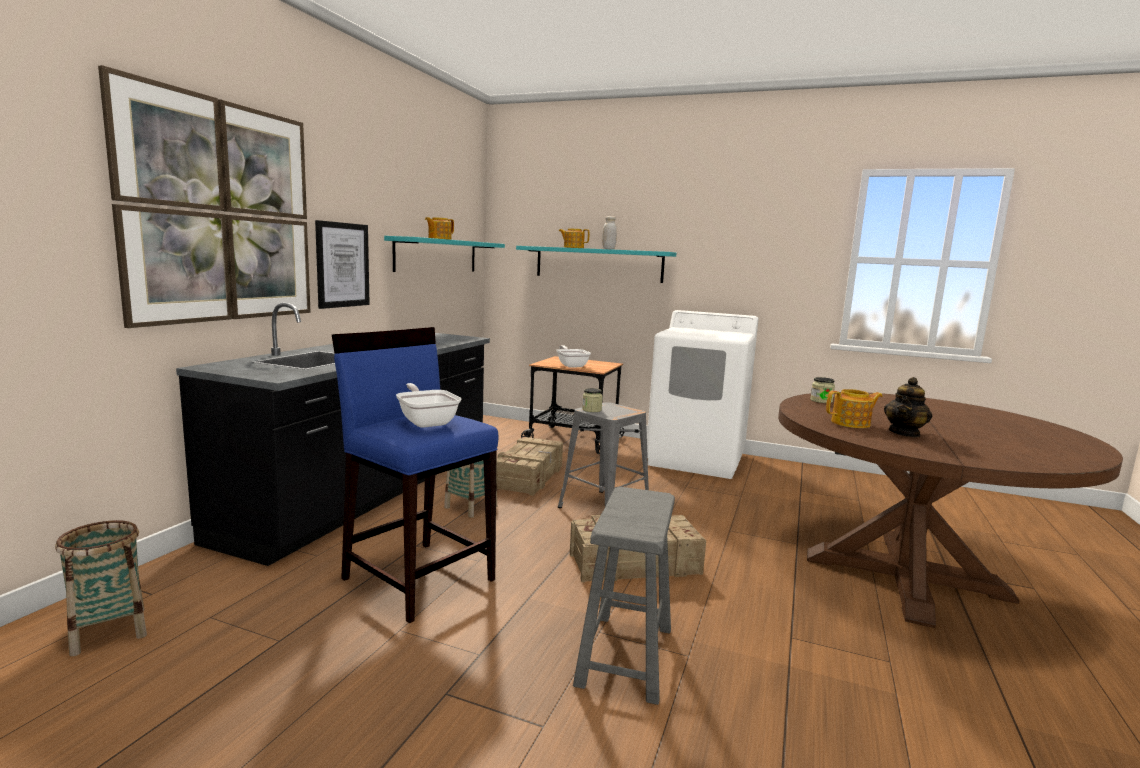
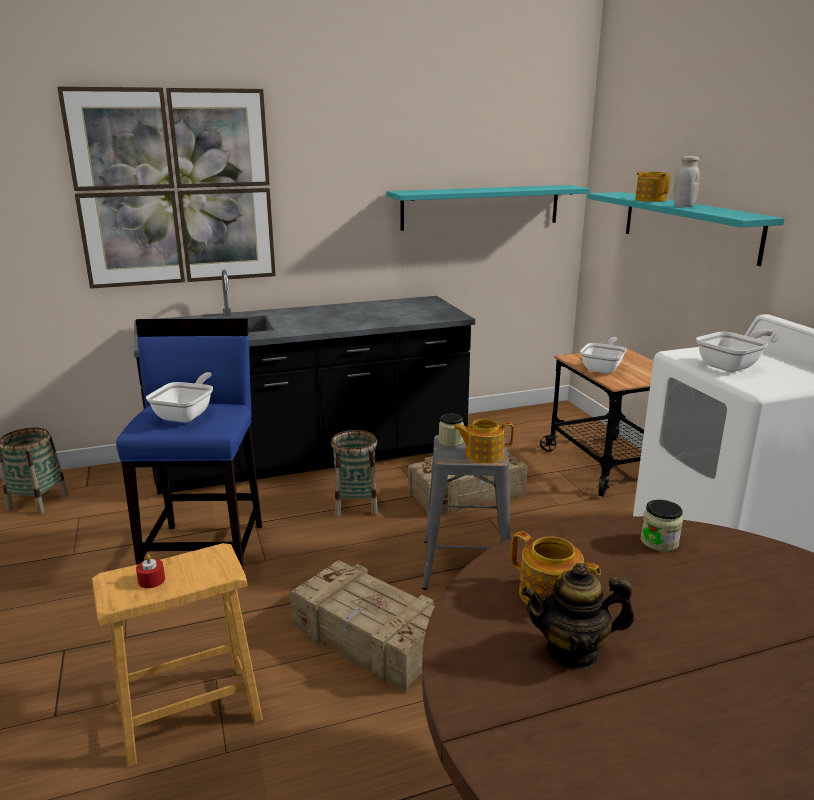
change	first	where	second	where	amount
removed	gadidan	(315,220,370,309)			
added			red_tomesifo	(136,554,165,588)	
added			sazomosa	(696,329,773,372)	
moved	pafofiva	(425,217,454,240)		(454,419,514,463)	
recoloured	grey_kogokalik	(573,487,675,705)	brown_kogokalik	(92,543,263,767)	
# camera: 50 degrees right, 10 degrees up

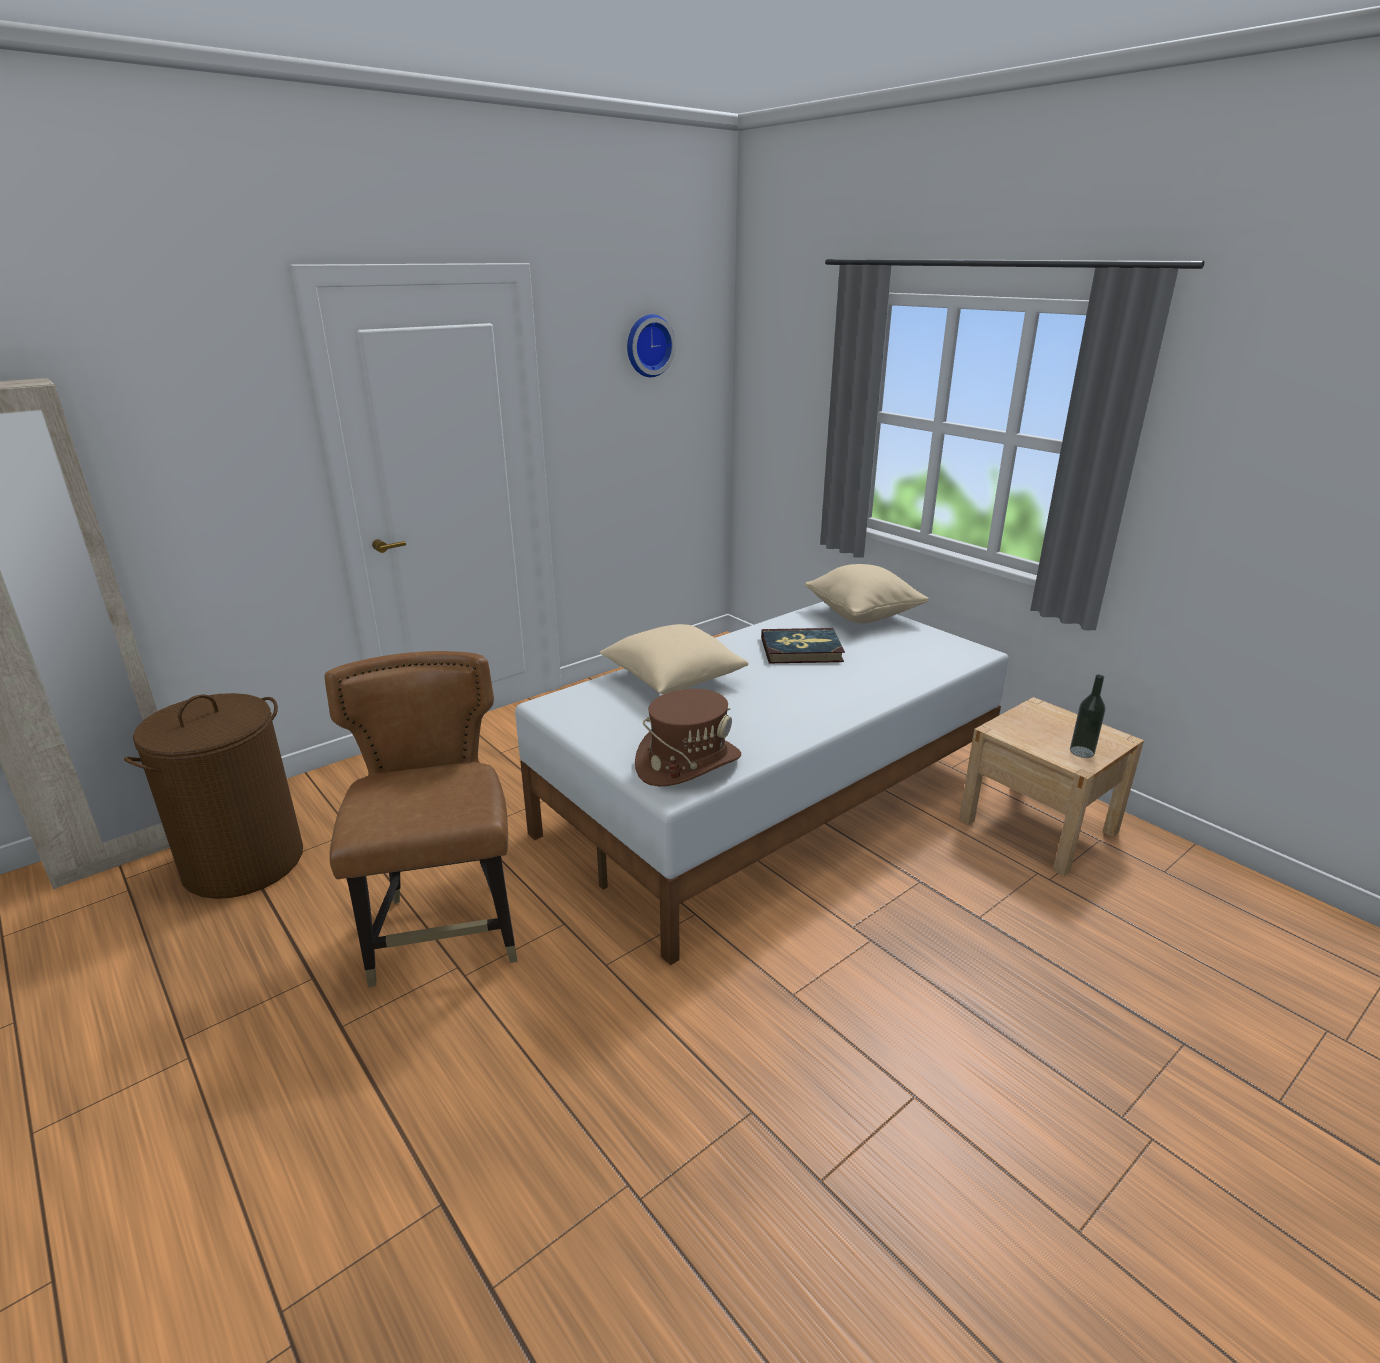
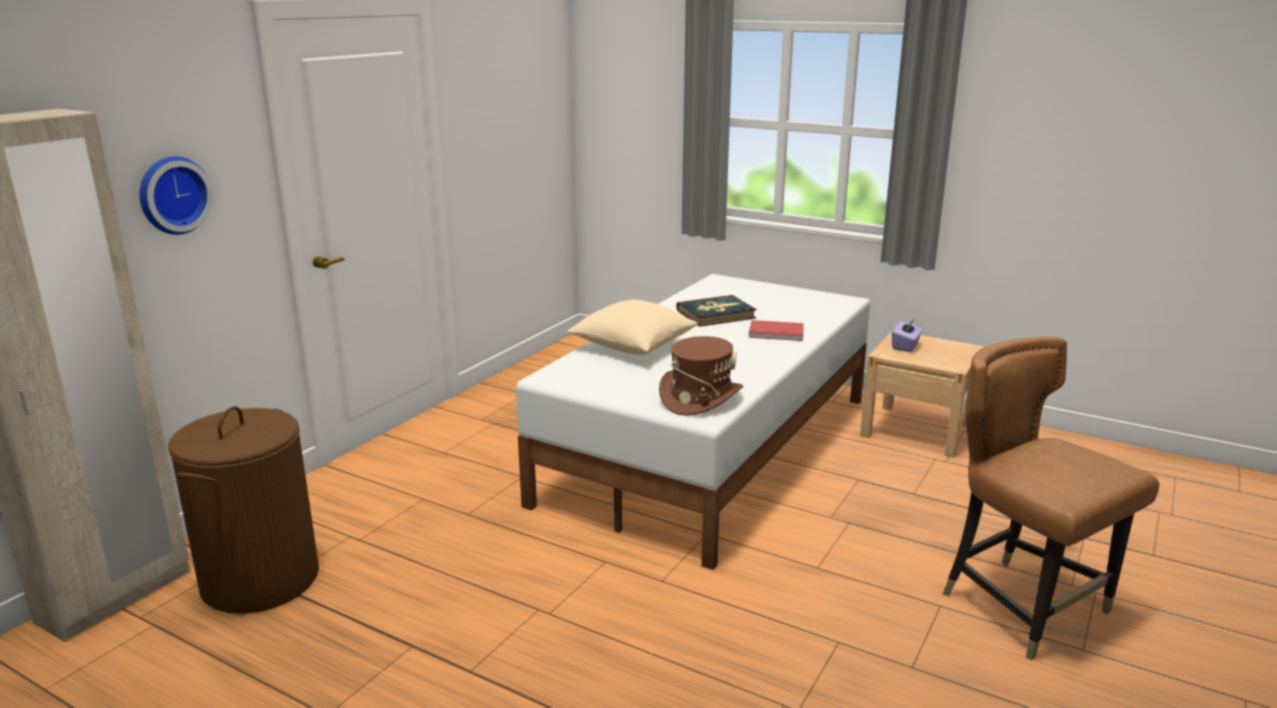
change	first	where	second	where	amount
removed	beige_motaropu	(805,564,929,623)			
removed	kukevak	(1070,675,1105,758)			
added			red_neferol	(749,320,804,341)	
added			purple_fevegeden	(892,319,923,352)	
moved	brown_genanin	(325,651,517,987)		(943,336,1159,660)	
moved	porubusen	(627,314,676,377)		(140,156,213,235)	
# camera: 20 degrees left, 5 degrees down

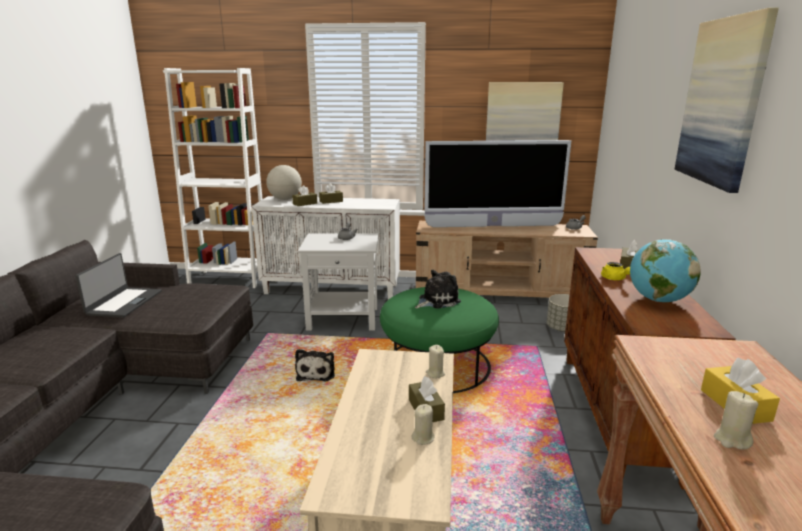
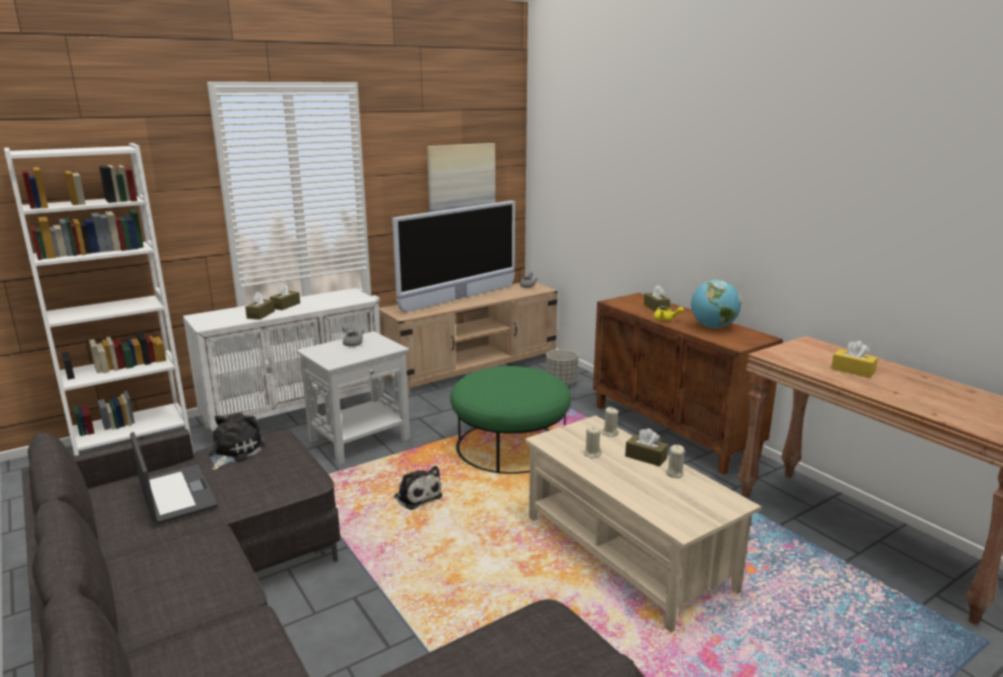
change	first	where	second	where	amount
removed	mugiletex	(266,165,302,200)			
removed	gadidan	(675,8,779,193)			
moved	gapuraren	(415,270,461,309)		(208,413,265,470)	
moved	beige_tomesifo	(714,391,758,450)		(584,427,602,459)	
# camera: 40 degrees left, 0 degrees up

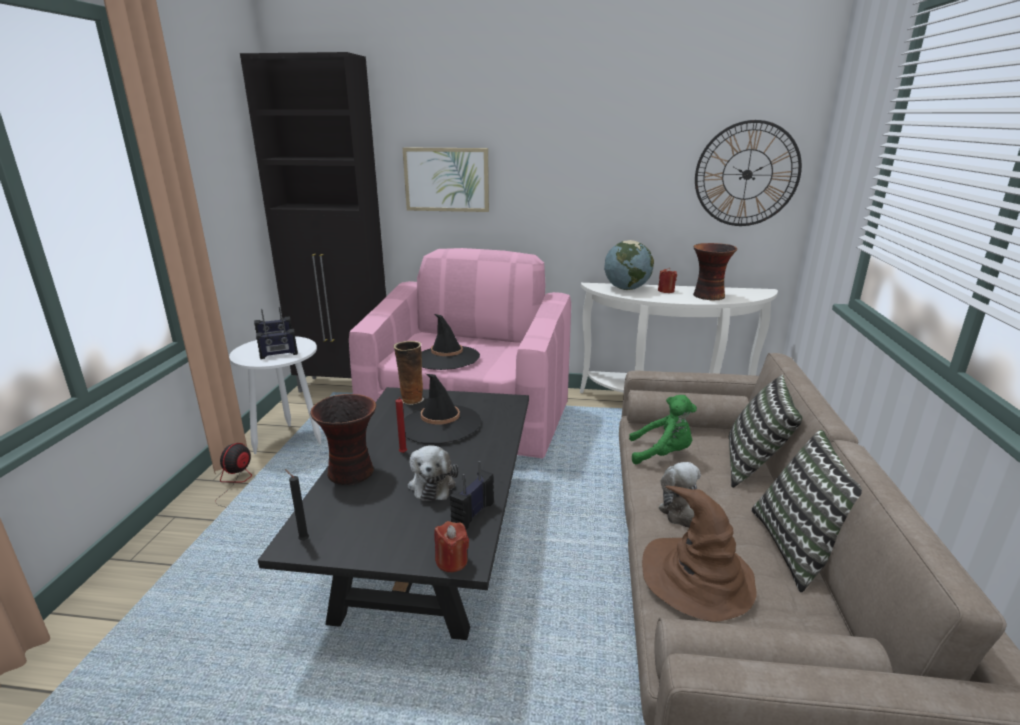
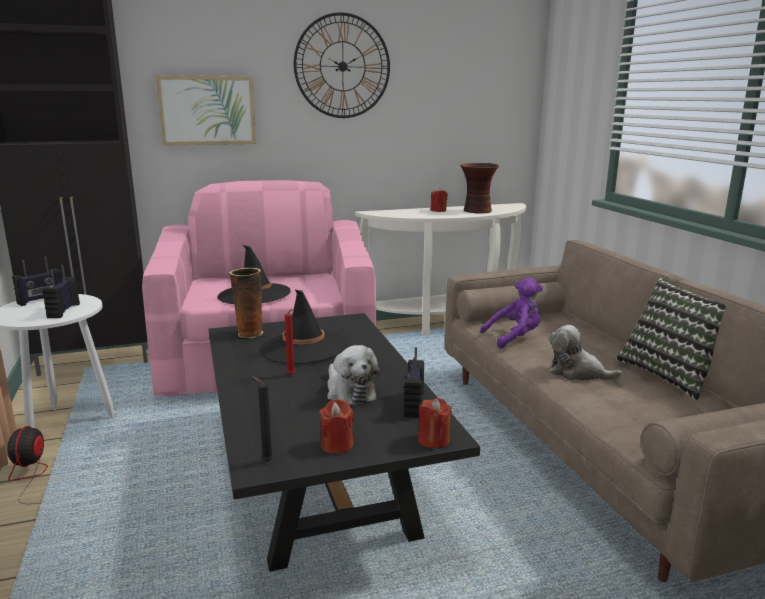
change	first	where	second	where	amount
removed	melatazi	(310,394,376,485)			
removed	mugiletex	(604,240,654,290)			
removed	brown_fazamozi	(642,486,757,622)			
removed	motaropu	(729,375,802,488)			
added			red_tomesifo	(319,399,354,454)	
moved	porubusen	(695,120,802,226)		(294,12,390,118)	
recoloured	green_gapuraren	(629,395,697,464)	purple_gapuraren	(480,277,543,349)	
turned	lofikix	(256,319,298,359)		(42,264,80,318)	135 degrees clockwise
# camera: 25 degrees left, 5 degrees down

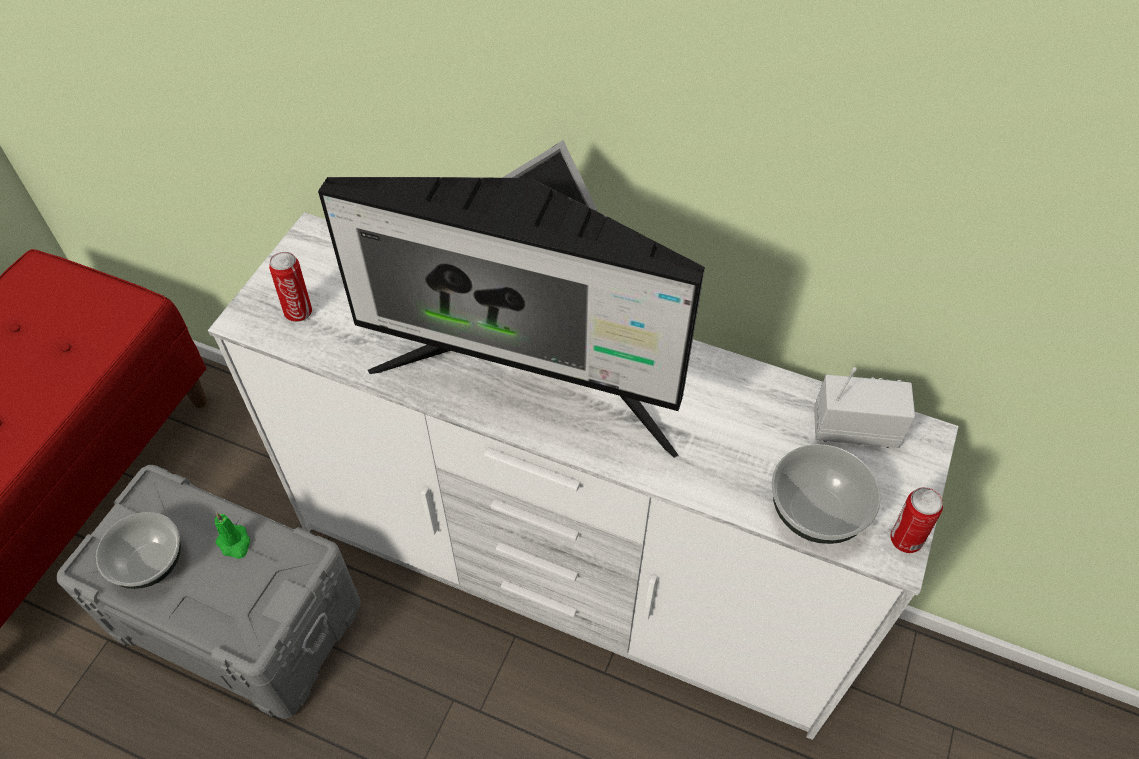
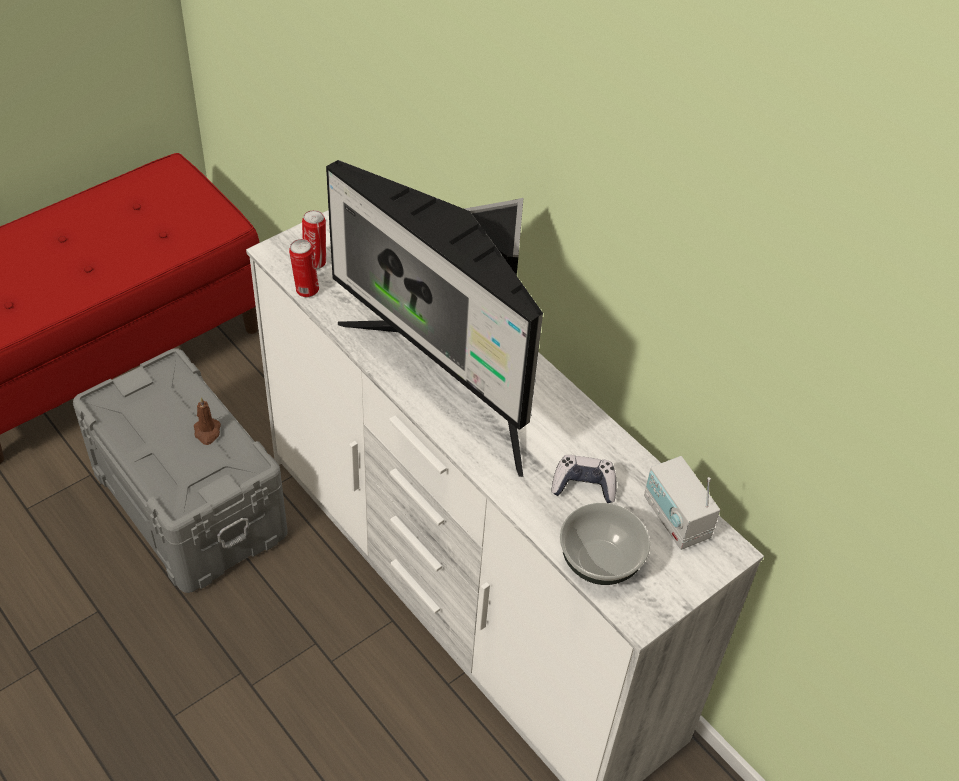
change	first	where	second	where	amount
removed	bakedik	(96,512,181,589)			
added			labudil	(551,455,616,503)	
moved	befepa	(890,487,943,553)		(289,239,319,297)	
recoloured	green_tomesifo	(214,513,250,559)	brown_tomesifo	(194,397,221,445)	
turned	lofikix	(814,367,915,448)		(644,456,720,550)	150 degrees counterclockwise
# camera: 25 degrees right, 5 degrees down

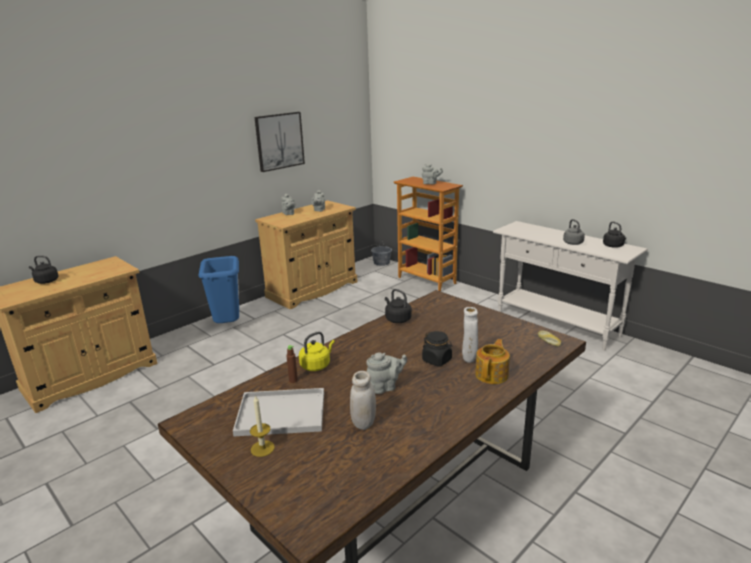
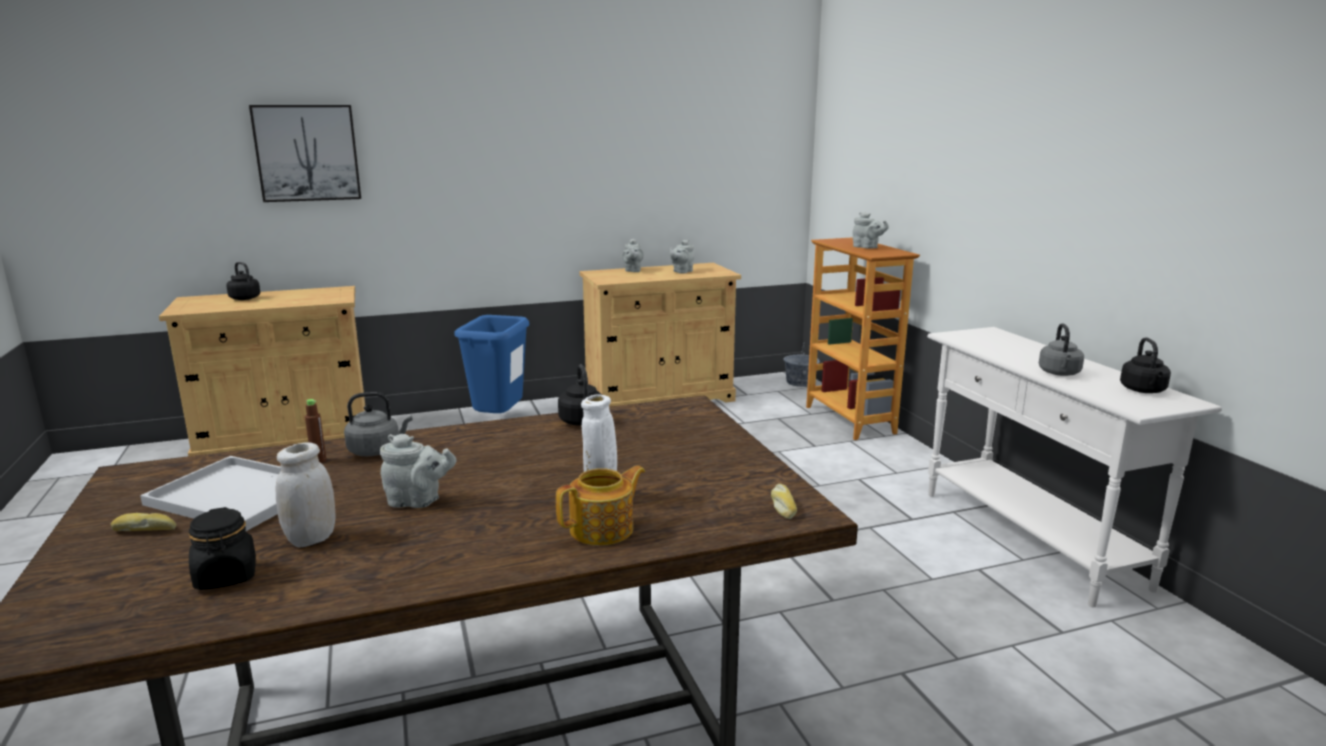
change	first	where	second	where	amount
moved	gadidan	(254,112,305,172)		(249,105,361,202)	
moved	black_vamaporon	(422,331,452,366)		(188,507,256,590)	
replaced	tomesifo	(250,395,275,457)	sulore	(111,513,176,531)	
recoloured	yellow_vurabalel	(299,332,335,371)	grey_vurabalel	(344,392,413,456)	
# camera: 25 degrees right, 5 degrees down

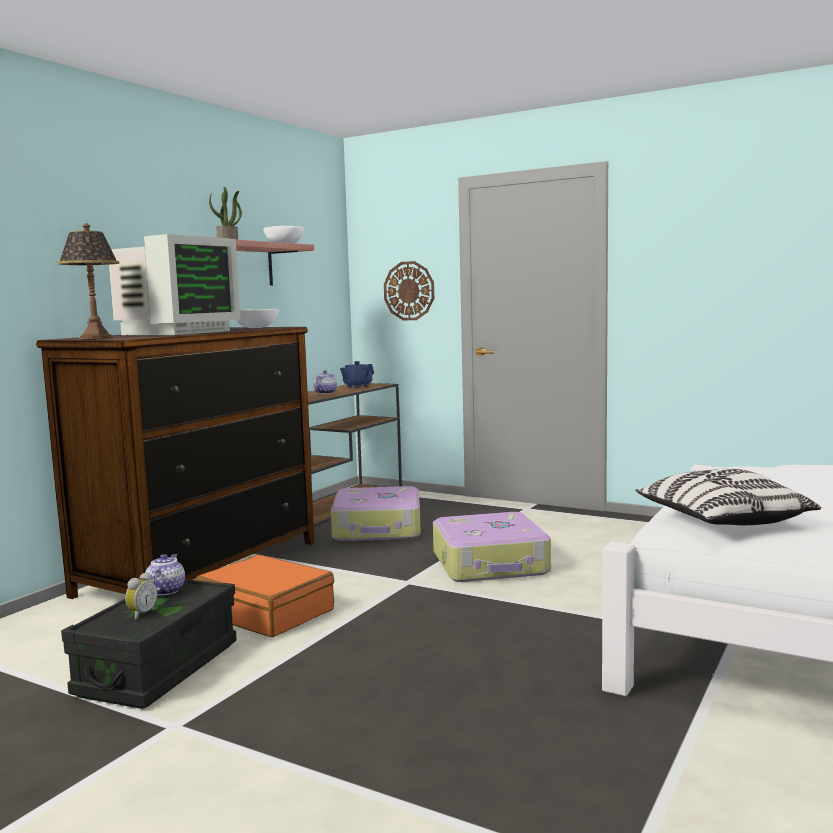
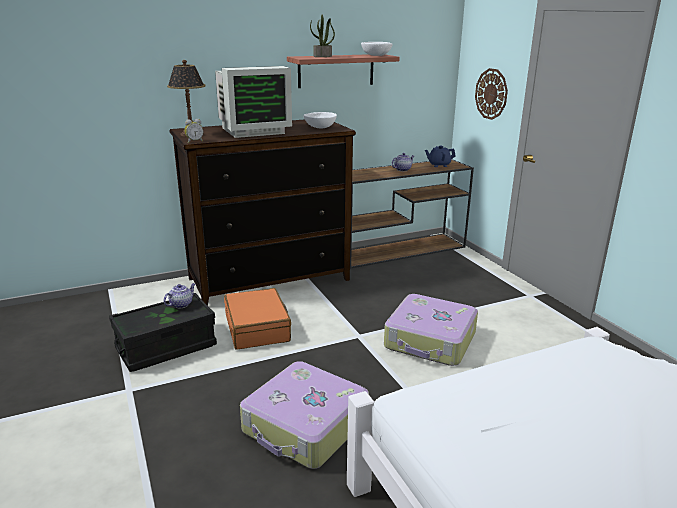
change	first	where	second	where	amount
removed	motaropu	(635,468,821,525)			
moved	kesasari	(125,572,157,620)		(184,119,203,143)	
moved	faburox	(331,486,421,541)		(240,361,369,469)	
# camera: 35 degrees right, 15 degrees up

